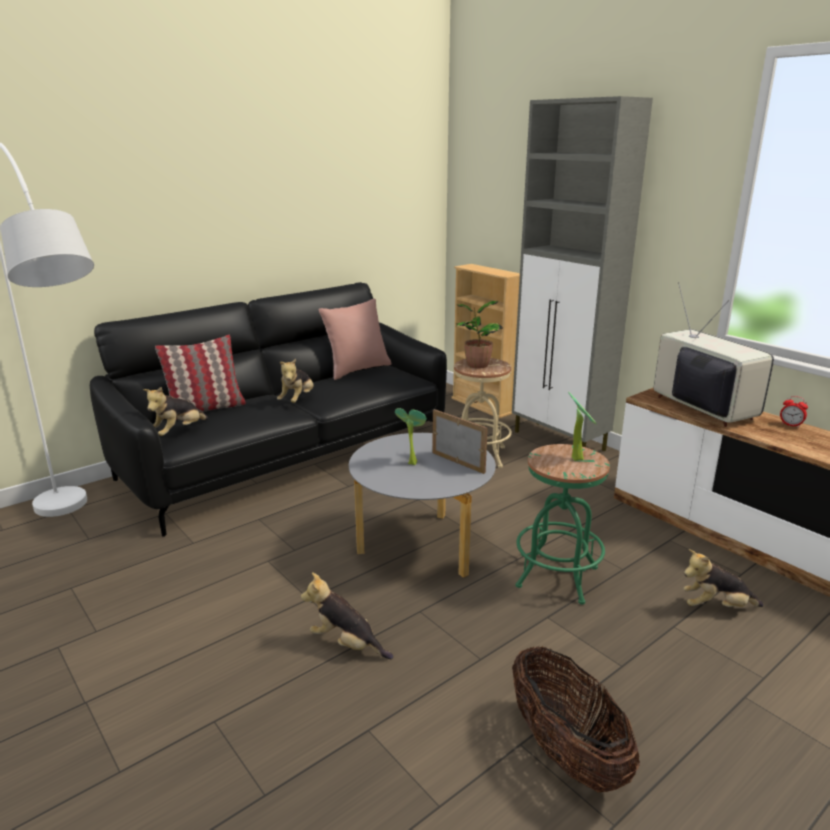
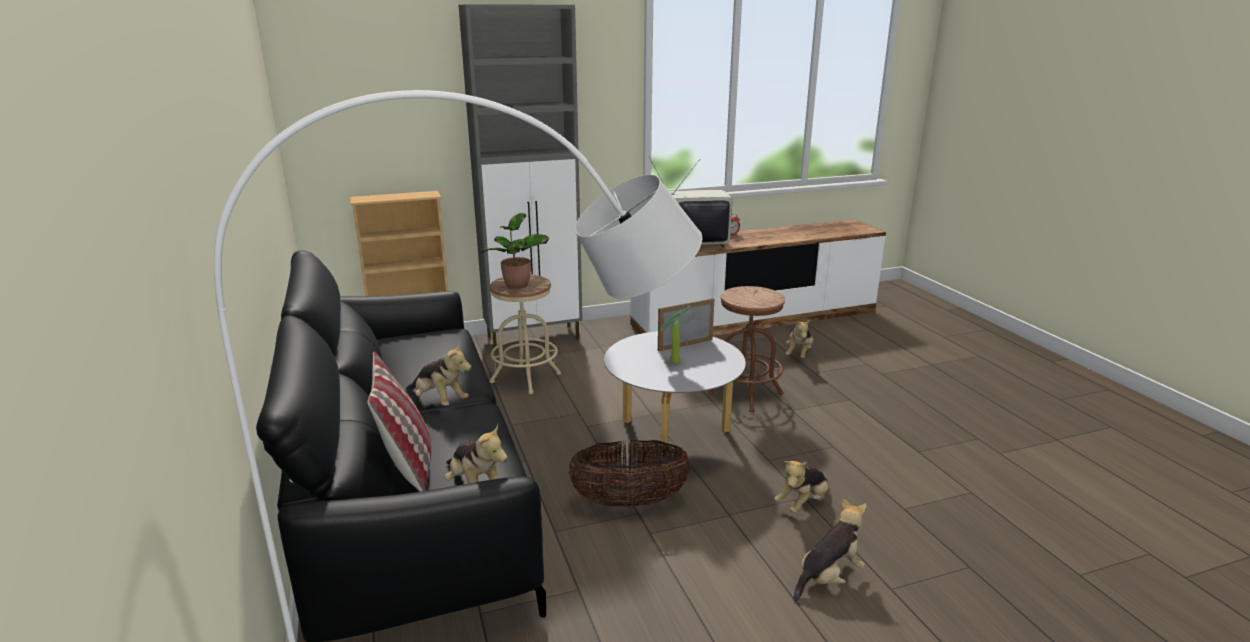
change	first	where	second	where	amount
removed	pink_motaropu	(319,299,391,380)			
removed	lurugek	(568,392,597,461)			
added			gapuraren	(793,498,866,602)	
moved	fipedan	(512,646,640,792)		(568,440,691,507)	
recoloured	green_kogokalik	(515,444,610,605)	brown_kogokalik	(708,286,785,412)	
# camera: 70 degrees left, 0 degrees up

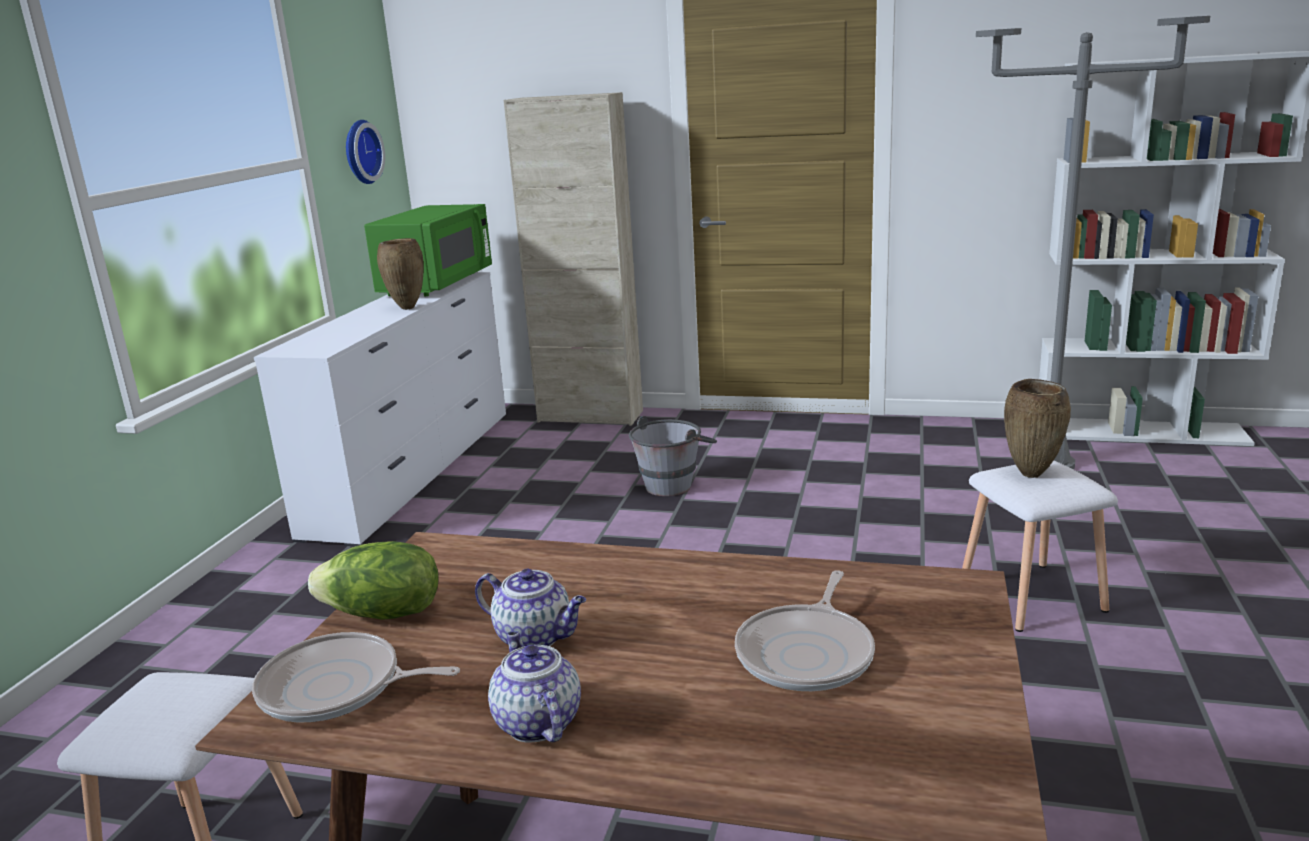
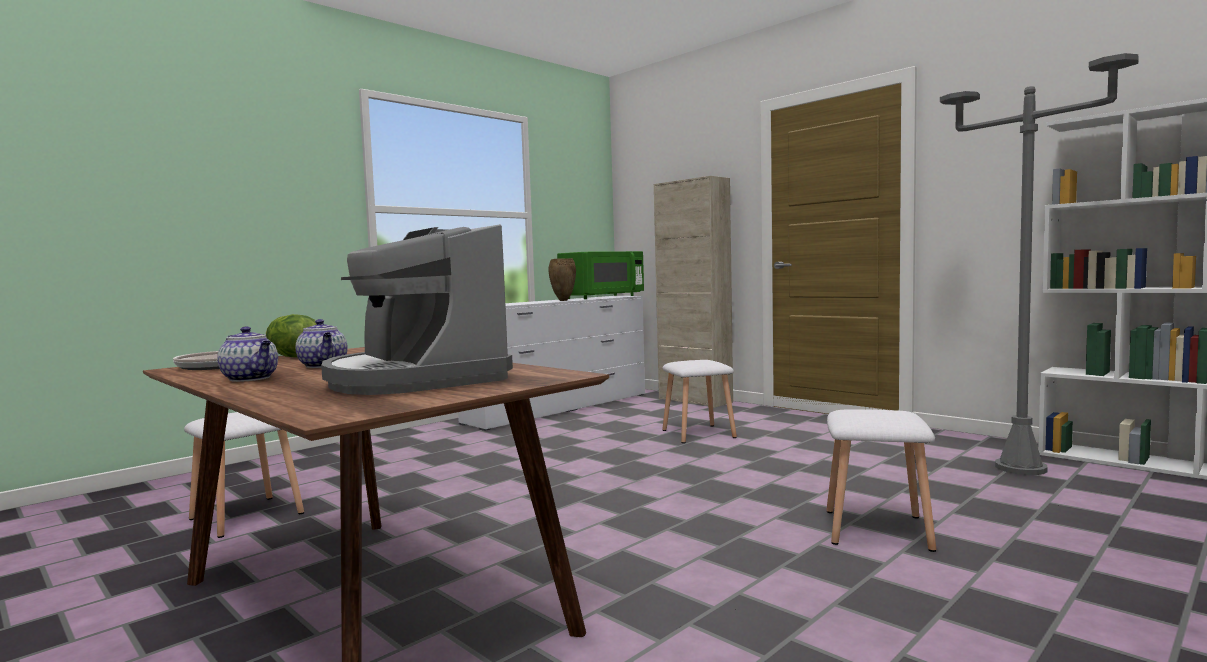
change	first	where	second	where	amount
removed	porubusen	(346,120,385,184)			
removed	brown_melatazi	(1004,379,1071,478)			
replaced	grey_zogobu	(629,416,717,496)	white_kogokalik	(662,360,737,443)	
replaced	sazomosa	(735,570,875,691)	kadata	(321,224,513,395)	
turned	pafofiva	(488,631,581,743)		(217,326,278,382)	120 degrees clockwise
# camera: 30 degrees right, 15 degrees down

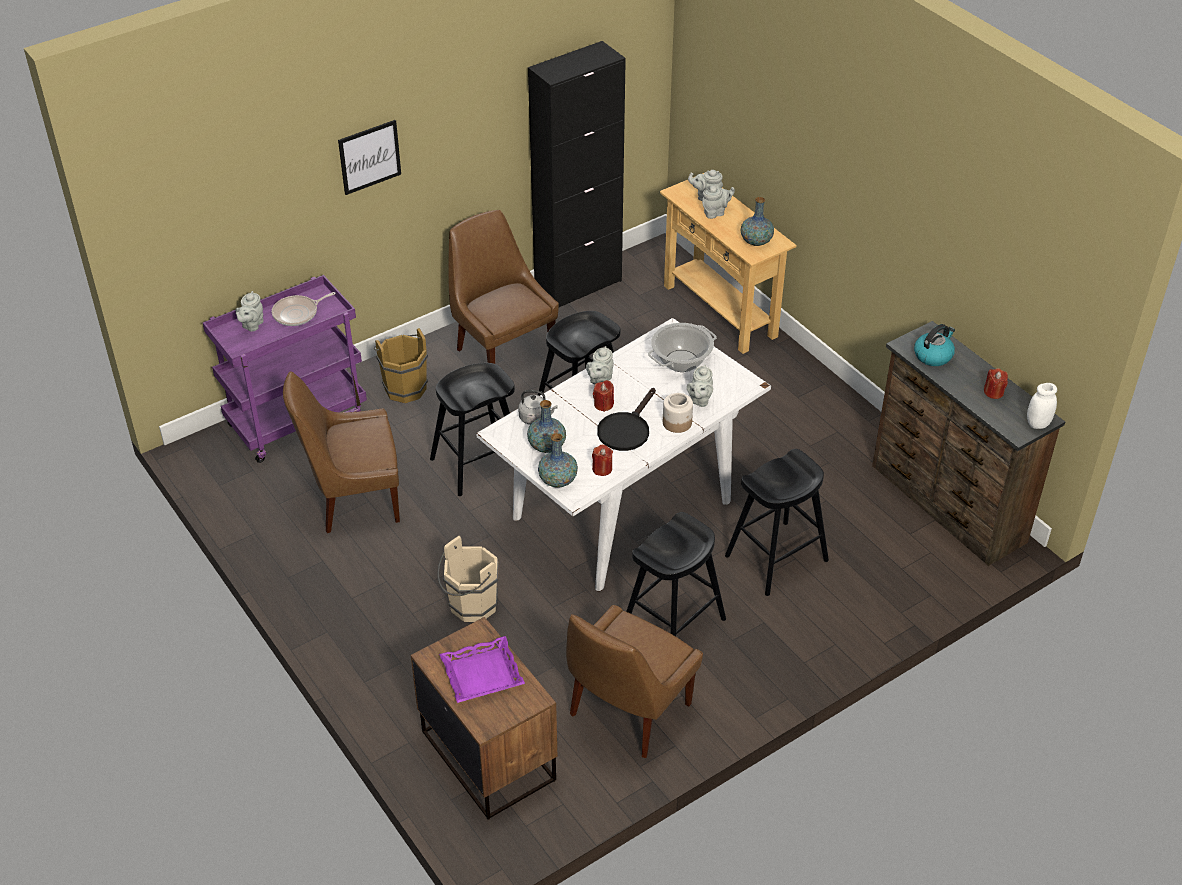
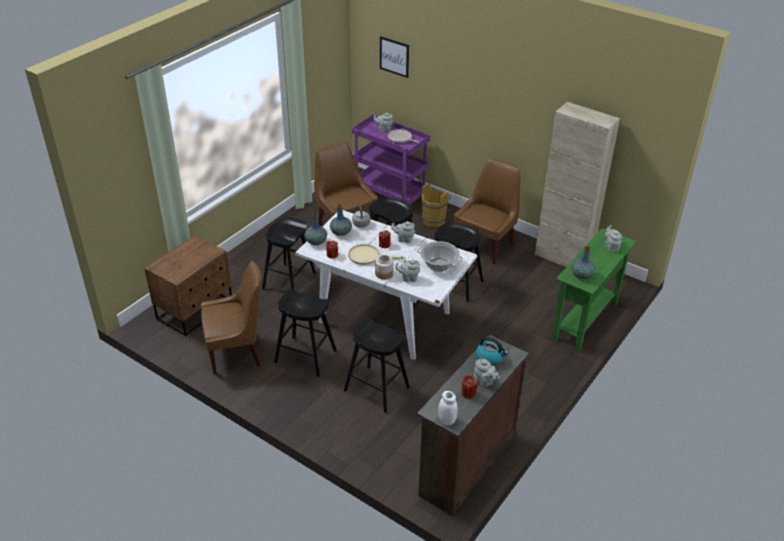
change	first	where	second	where	amount
removed	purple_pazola	(439,636,525,703)			
moved	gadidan	(338,120,401,195)		(380,36,409,78)	
moved	grey_pafofiva	(702,186,735,219)		(474,358,500,387)	
replaced	beige_zogobu	(437,536,499,622)	black_kogokalik	(262,218,316,289)	
recoloured	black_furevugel	(528,41,626,307)	beige_furevugel	(535,102,620,267)	
recoloured	black_sazomosa	(598,388,656,451)	beige_sazomosa	(348,244,406,265)	
recoloured	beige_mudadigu	(660,173,797,354)	green_mudadigu	(551,228,637,352)	
turned	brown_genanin	(566,605,703,758)		(201,261,262,374)	150 degrees clockwise
# camera: 70 degrees right, 5 degrees down

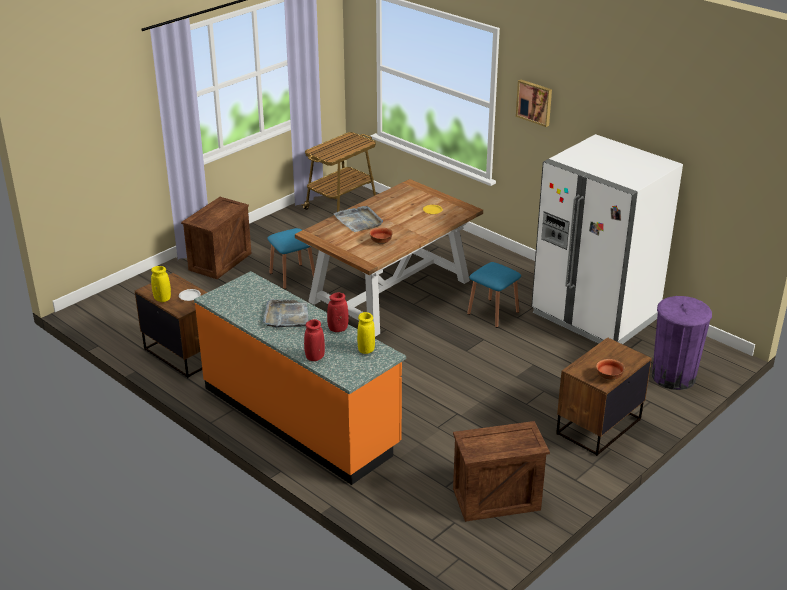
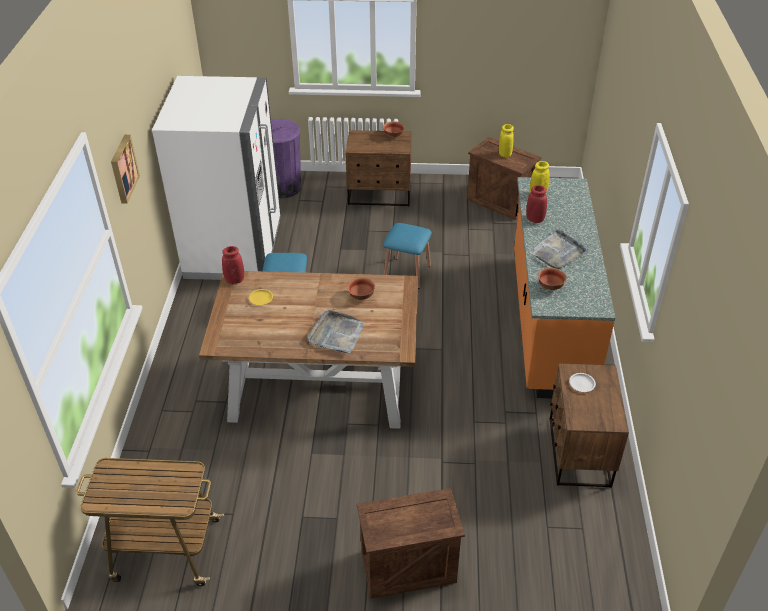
change	first	where	second	where	amount
added			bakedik	(538,268,567,290)	
moved	yellow_melatazi	(151,266,171,302)		(499,124,514,157)	
moved	blue_kogokalik	(268,228,315,289)		(383,223,432,289)	
moved	red_melatazi	(304,319,325,361)		(222,246,244,284)	
# camera: 130 degrees left, 10 degrees up

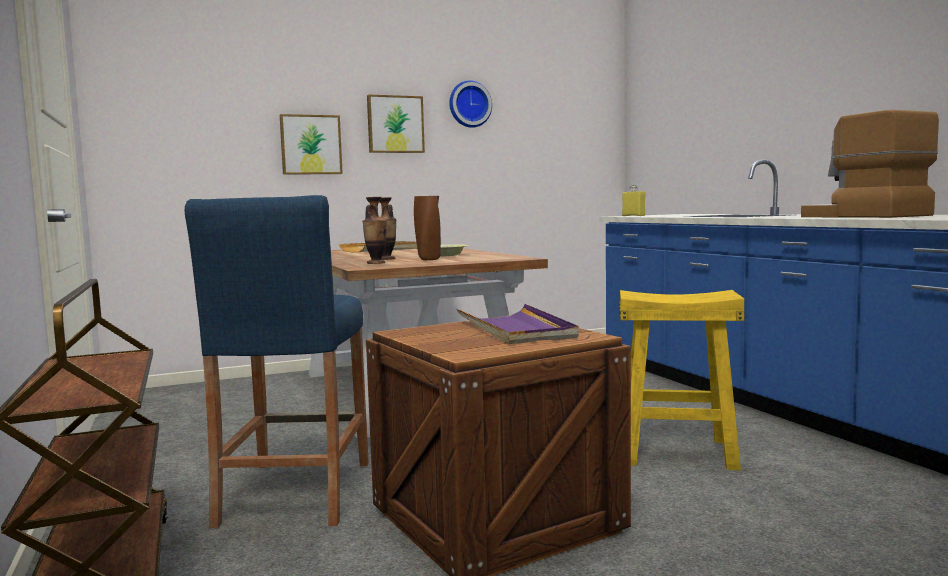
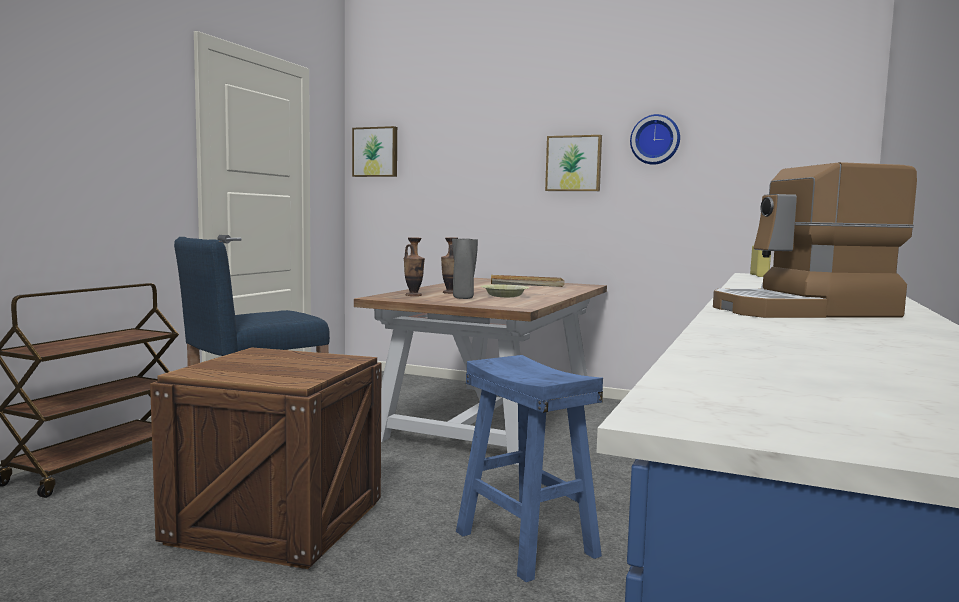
change	first	where	second	where	amount
removed	purple_pazola	(457,304,579,344)			
moved	gadidan	(280,114,343,175)		(352,126,397,177)	
recoloured	brown_melatazi	(414,196,441,260)	grey_melatazi	(452,239,478,299)	
recoloured	yellow_kogokalik	(618,290,745,470)	blue_kogokalik	(456,355,603,582)	
turned	kadata	(801,110,939,218)		(713,162,917,318)	120 degrees counterclockwise
# camera: 45 degrees right, 0 degrees up

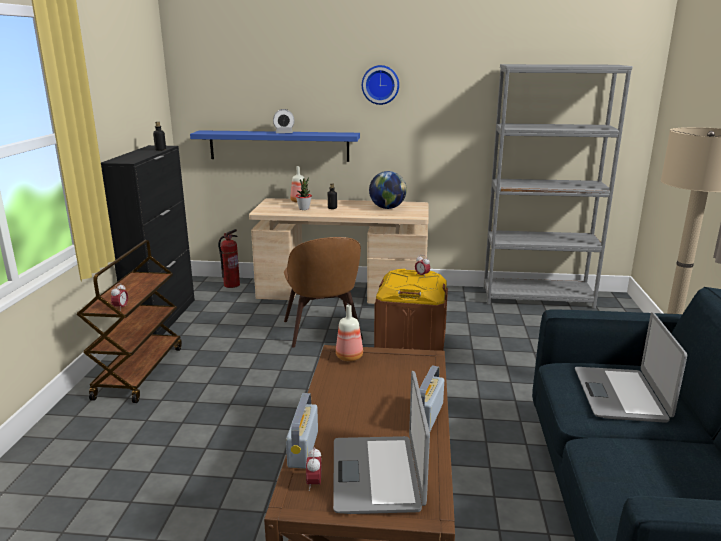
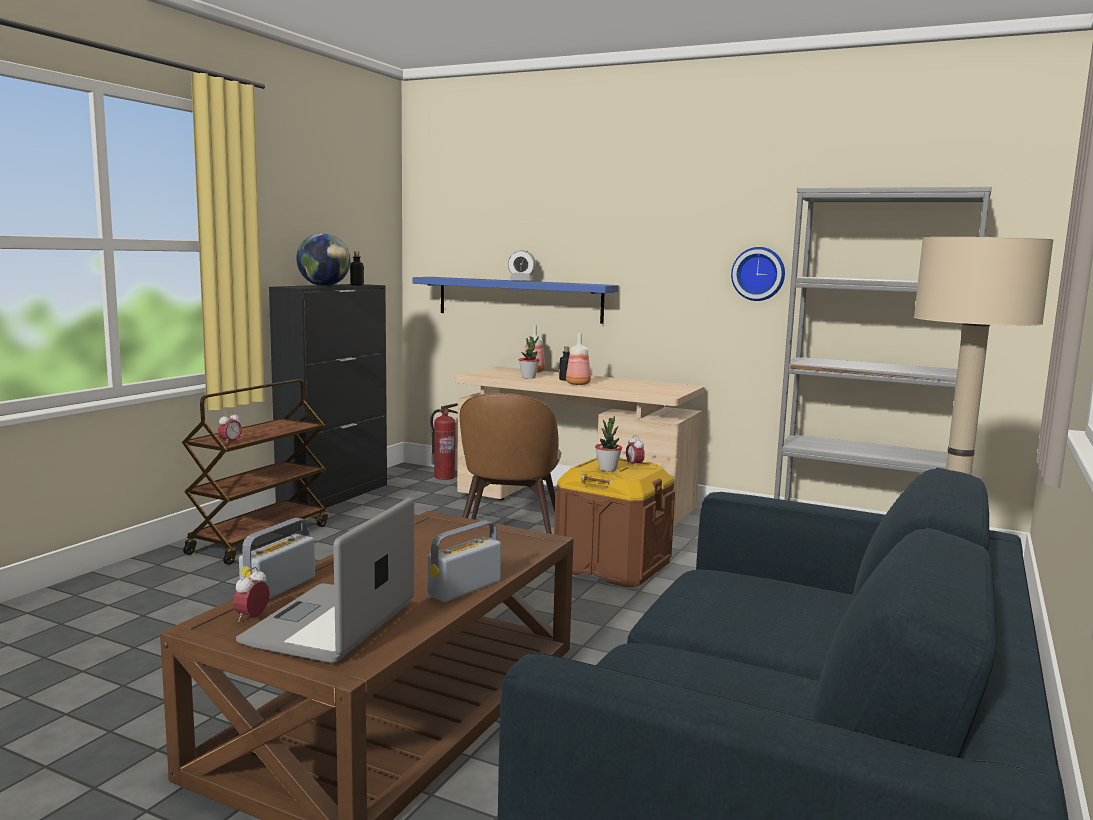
change	first	where	second	where	amount
removed	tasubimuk	(575,312,687,423)			
added			lurugek	(595,416,622,471)	
moved	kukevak	(336,305,363,361)		(566,333,591,385)	
moved	porubusen	(362,65,399,105)		(731,247,785,301)	
moved	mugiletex	(369,171,407,209)		(296,233,350,286)	
# camera: 20 degrees right, 10 degrees down

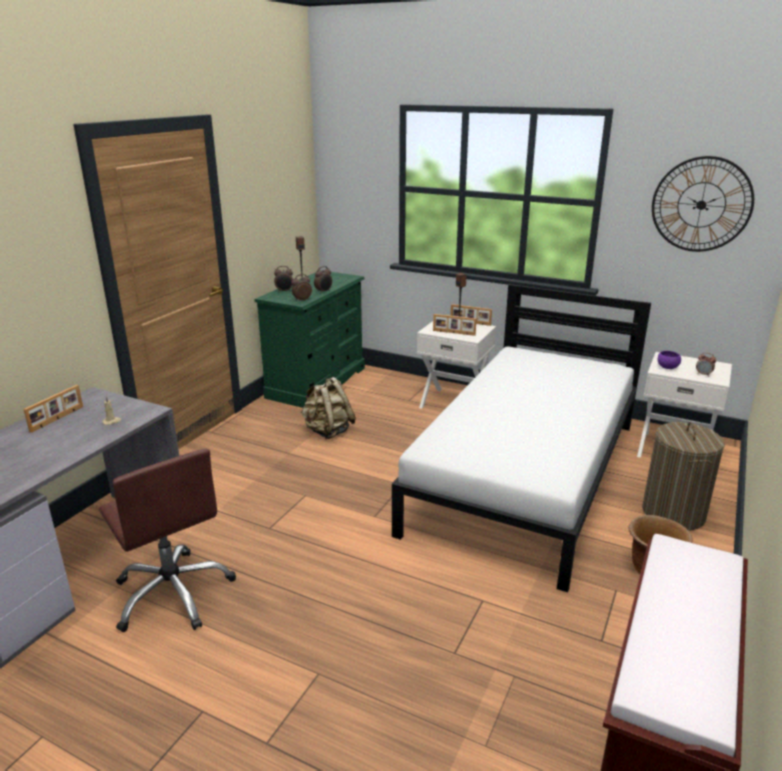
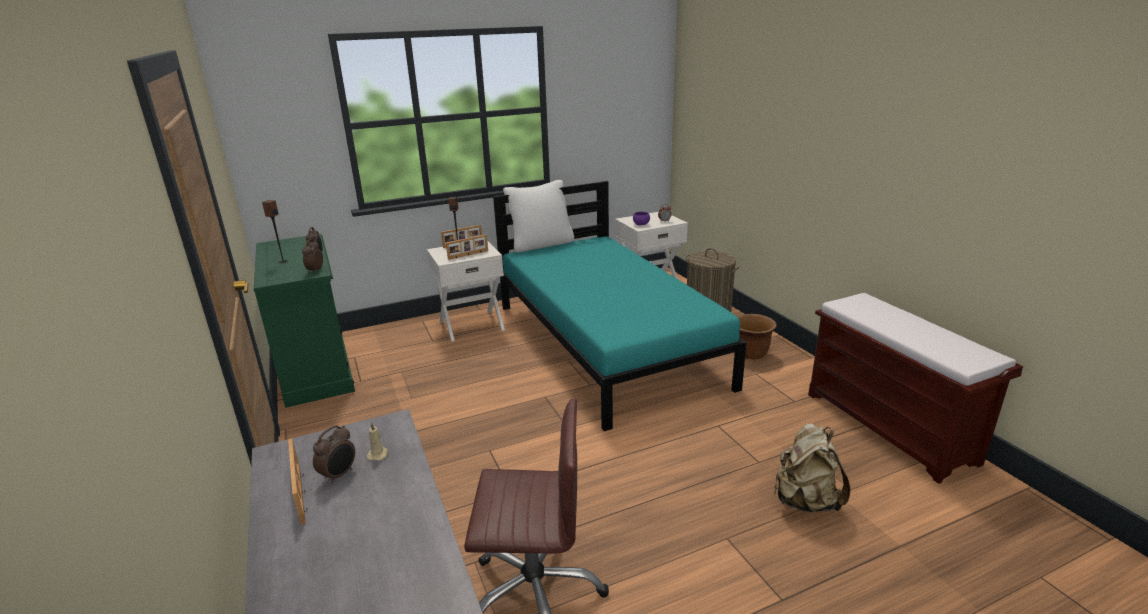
change	first	where	second	where	amount
removed	porubusen	(652,156,754,252)			
added			white_motaropu	(503,180,574,253)	
moved	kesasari	(274,266,293,292)		(313,425,355,484)	
moved	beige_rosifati	(301,377,356,439)		(774,423,851,512)	
recoloured	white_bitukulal	(392,284,651,592)	turquoise_bitukulal	(493,181,747,431)	
# camera: 50 degrees left, 0 degrees up

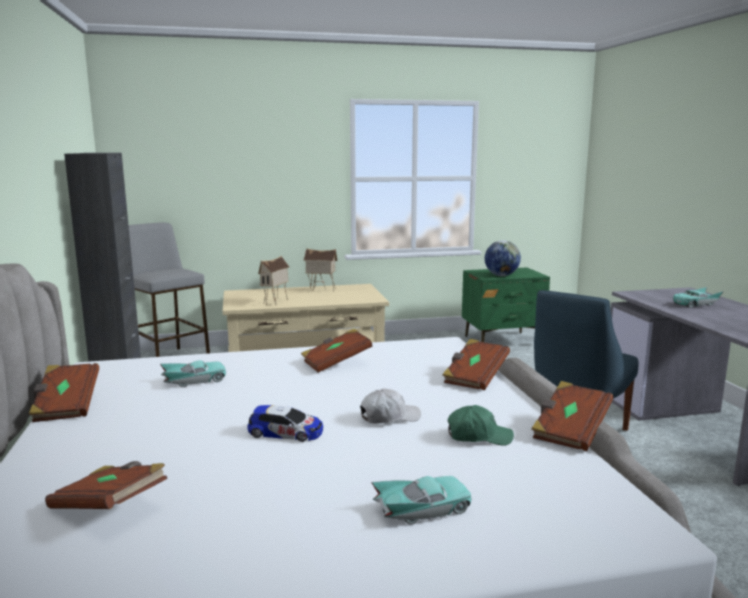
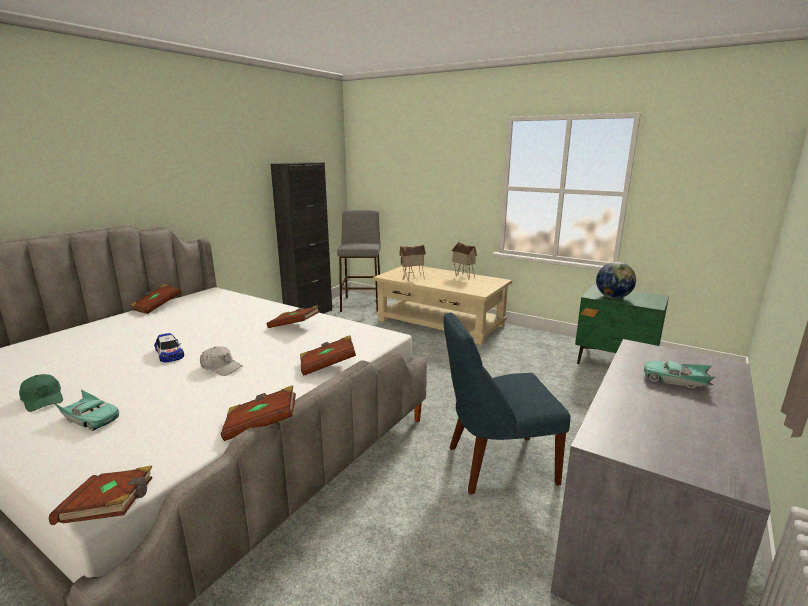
change	first	where	second	where	amount
removed	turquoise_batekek	(160,360,226,387)			
moved	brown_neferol	(45,461,167,509)		(49,466,153,525)	
moved	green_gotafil	(448,405,514,445)		(19,374,63,412)	
# camera: 45 degrees right, 5 degrees up

